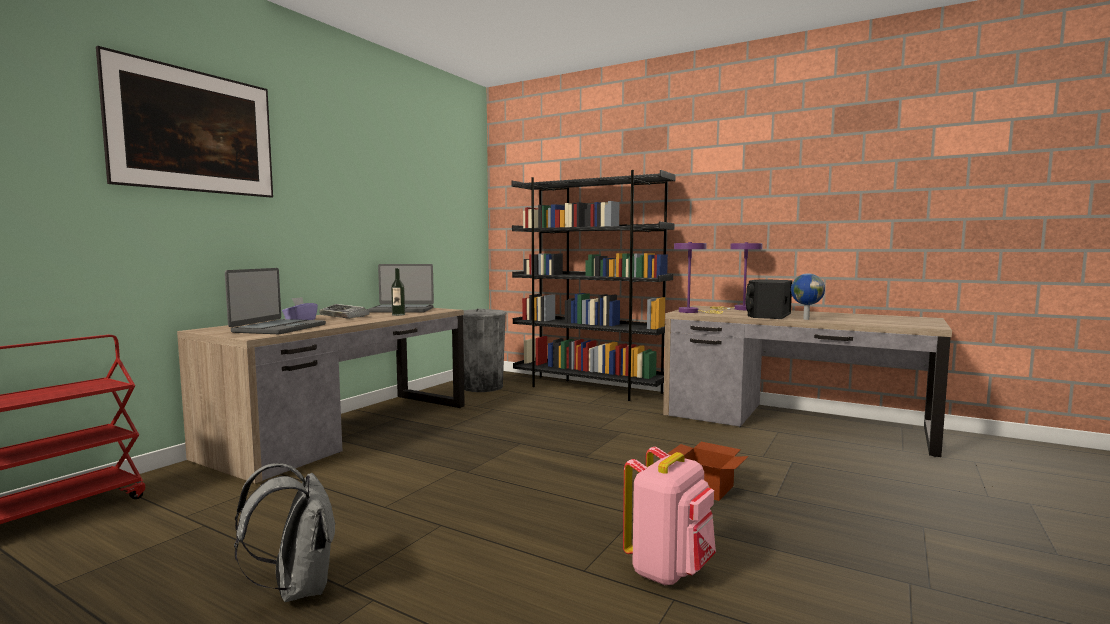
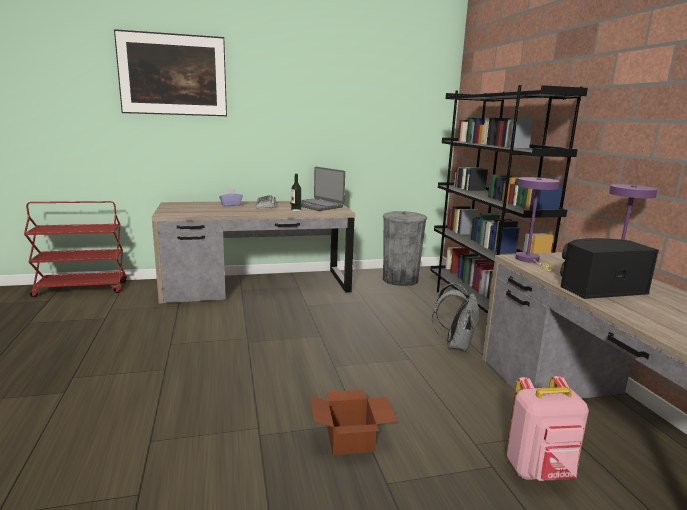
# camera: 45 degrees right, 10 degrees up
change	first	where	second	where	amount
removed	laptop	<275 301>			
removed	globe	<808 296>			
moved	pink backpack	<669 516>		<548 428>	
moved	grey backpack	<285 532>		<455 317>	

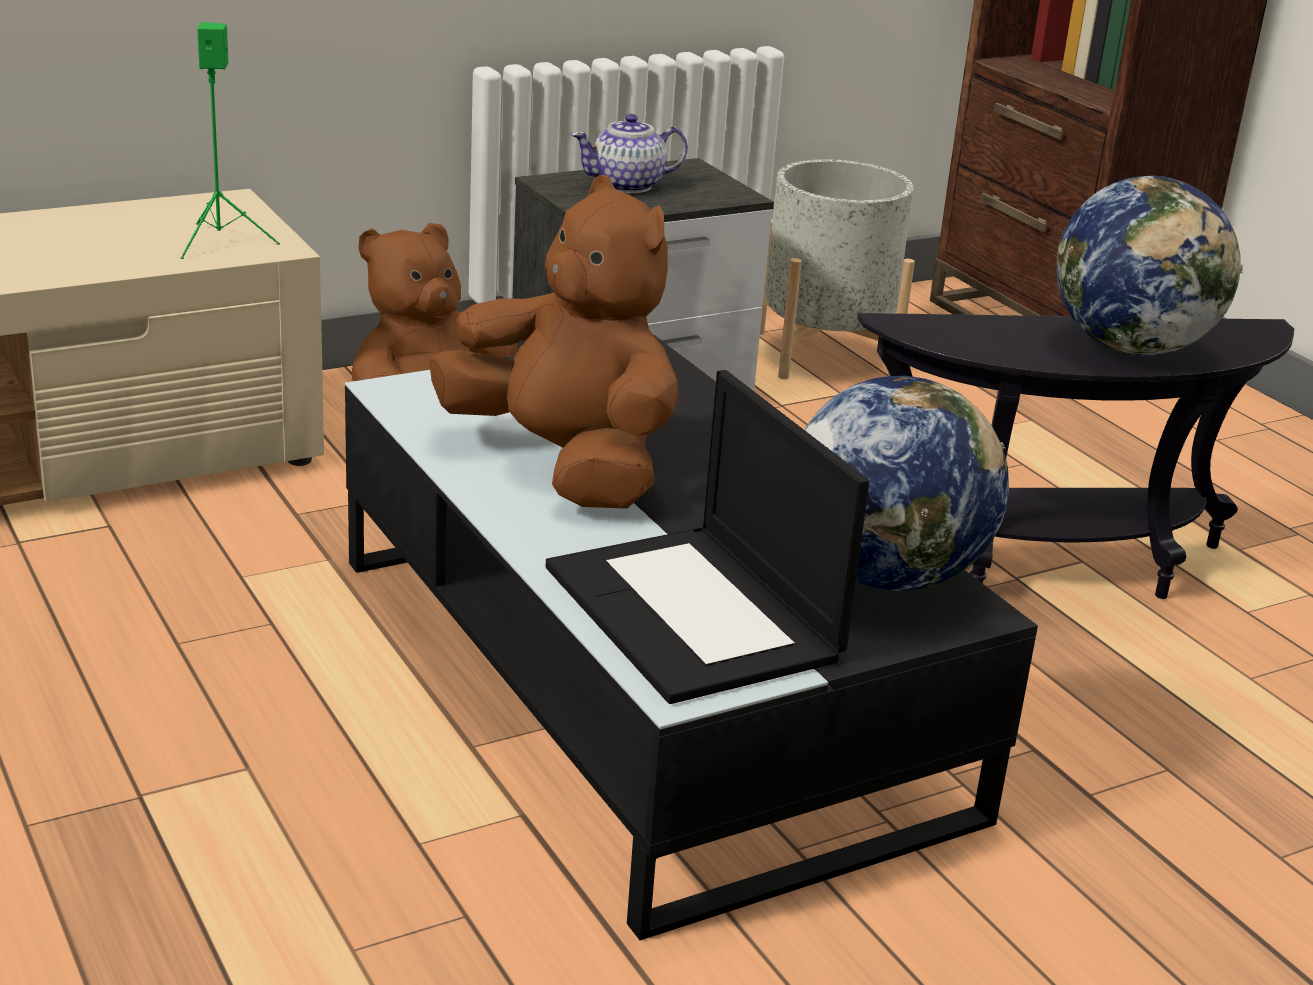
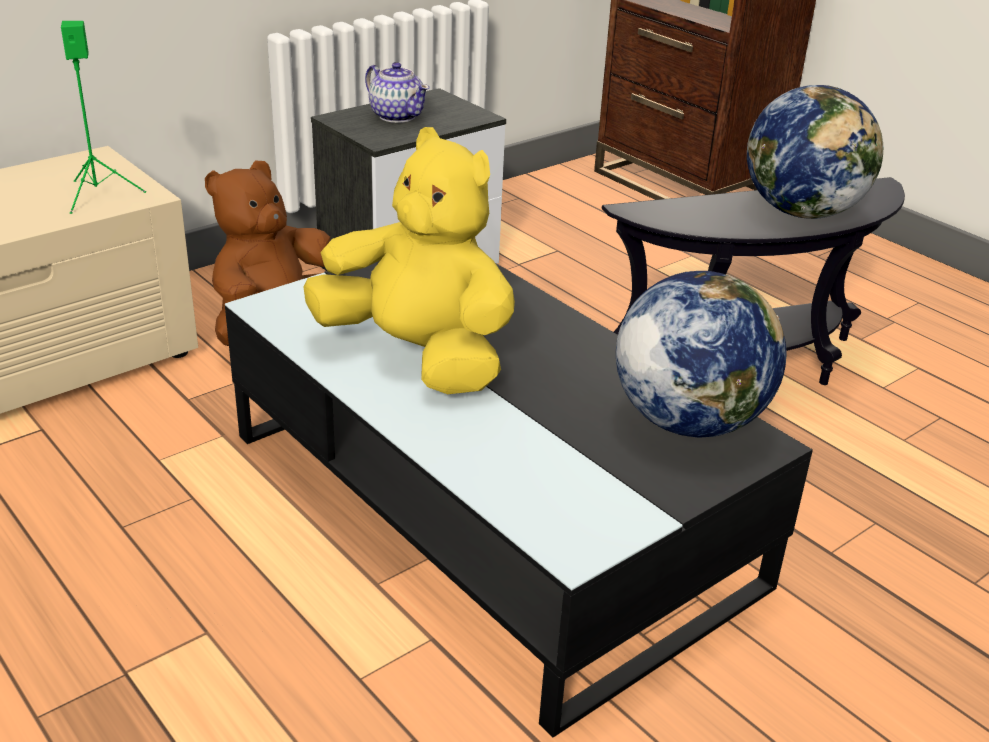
# camera: 10 degrees left, 5 degrees up
change	first	where	second	where	amount
turned	teapot	<629 153>		<397 92>	105 degrees counterclockwise
removed	grey planter	<837 269>			
recoloured	brown plush toy	<554 342>	yellow plush toy	<409 260>	
removed	laptop	<707 537>			

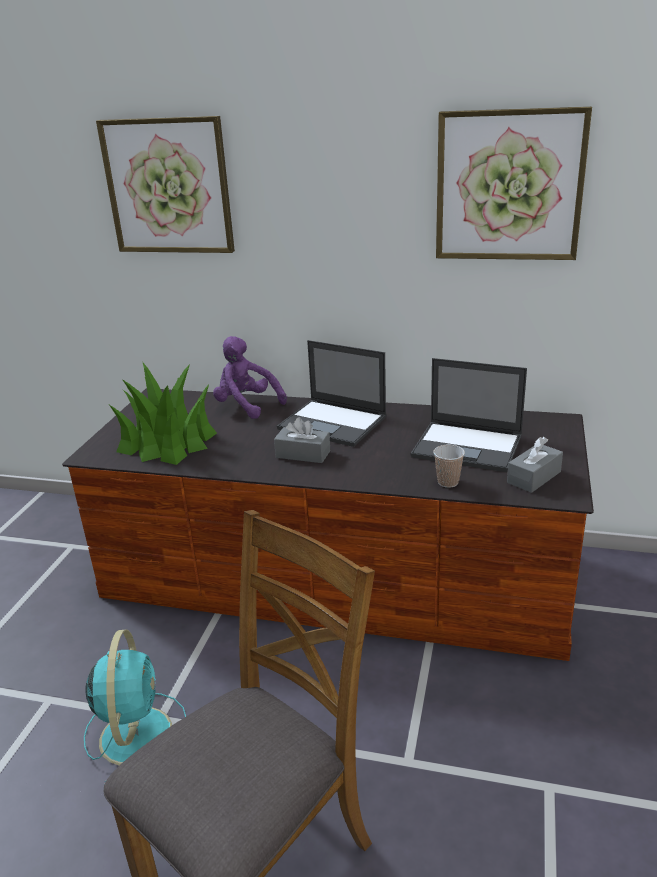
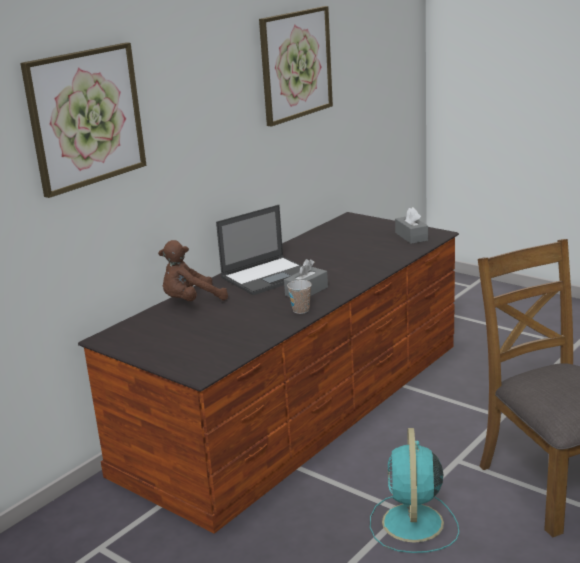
# camera: 65 degrees left, 5 degrees down
change	first	where	second	where	amount
recoloured	purple plush toy	<250 377>	brown plush toy	<193 270>	
removed	laptop	<469 415>			
removed	potted plant	<163 414>			
moved	cup	<449 466>		<299 297>	
turned	turquoise fan	<135 706>		<414 490>	105 degrees counterclockwise

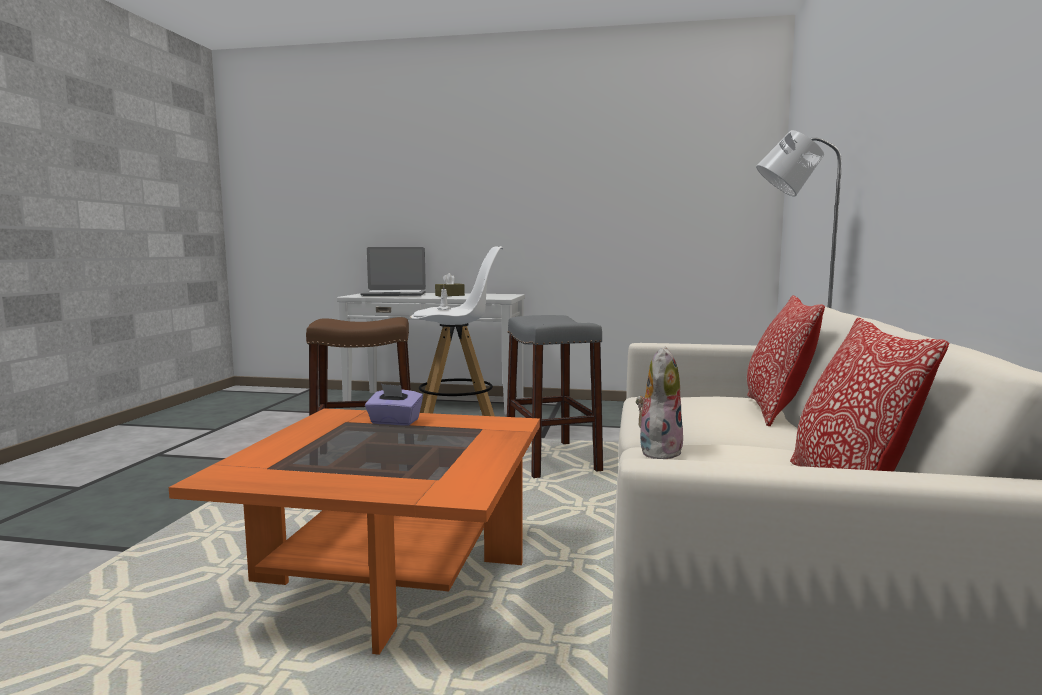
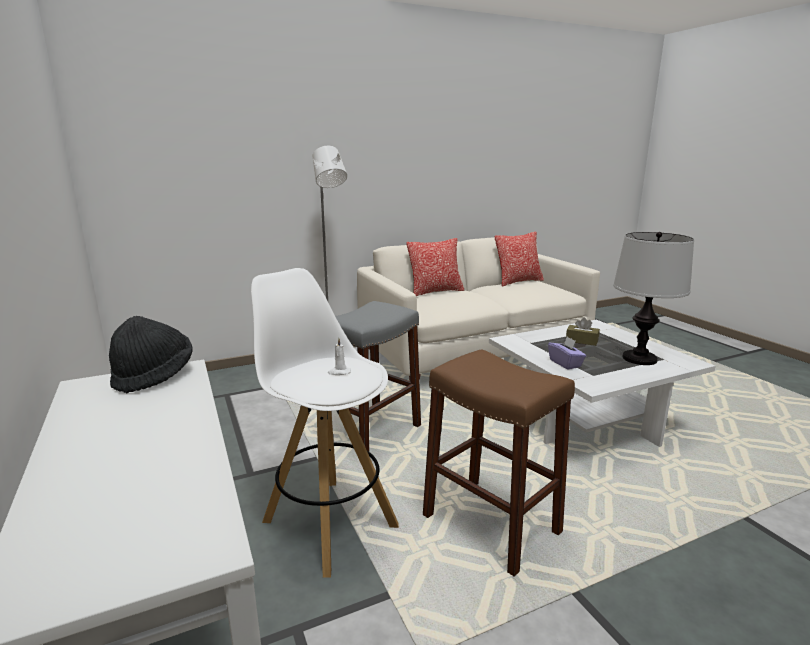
# camera: 125 degrees left, 10 degrees up
change	first	where	second	where	amount
removed	laptop	<393 271>			
moved	brown tissue box	<450 285>		<583 331>	
removed	plush toy	<659 403>			
recoloured	orange coffee table	<354 531>	white coffee table	<602 383>	
added			table lamp	<653 298>	
added			black hat	<151 354>	

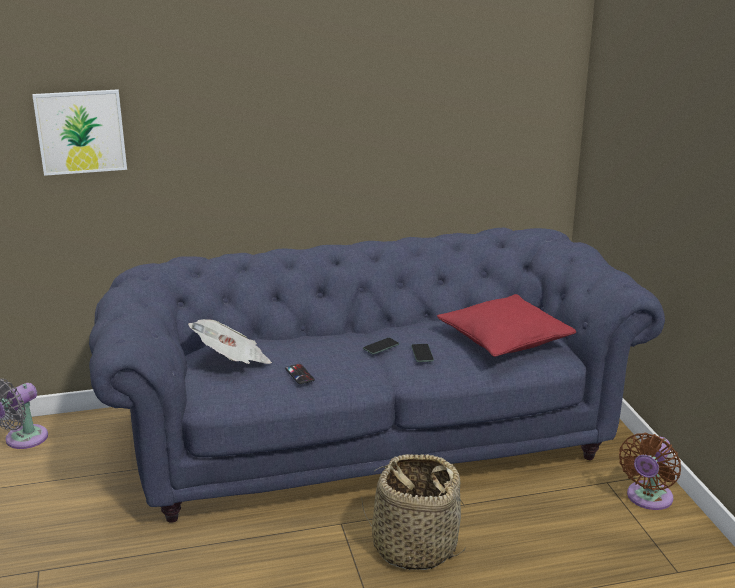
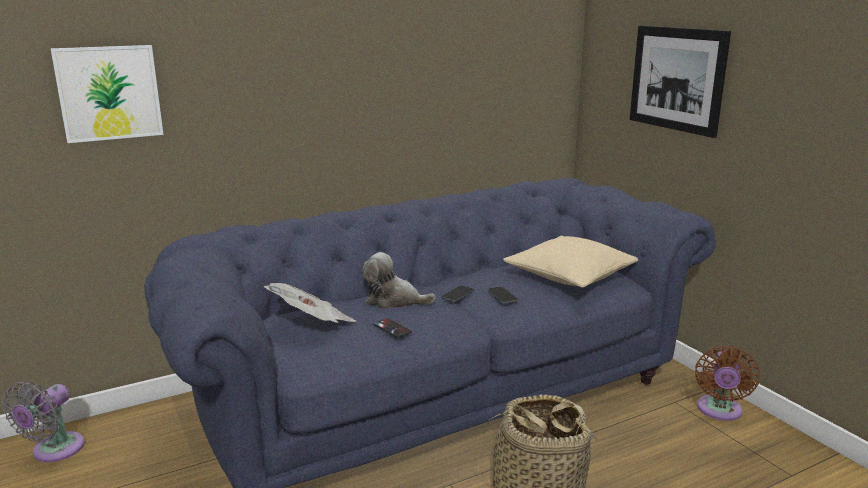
# camera: 15 degrees left, 5 degrees down
change	first	where	second	where	amount
recoloured	red pillow	<506 325>	beige pillow	<570 262>	
added			picture	<680 82>	
added			plush toy	<399 280>	

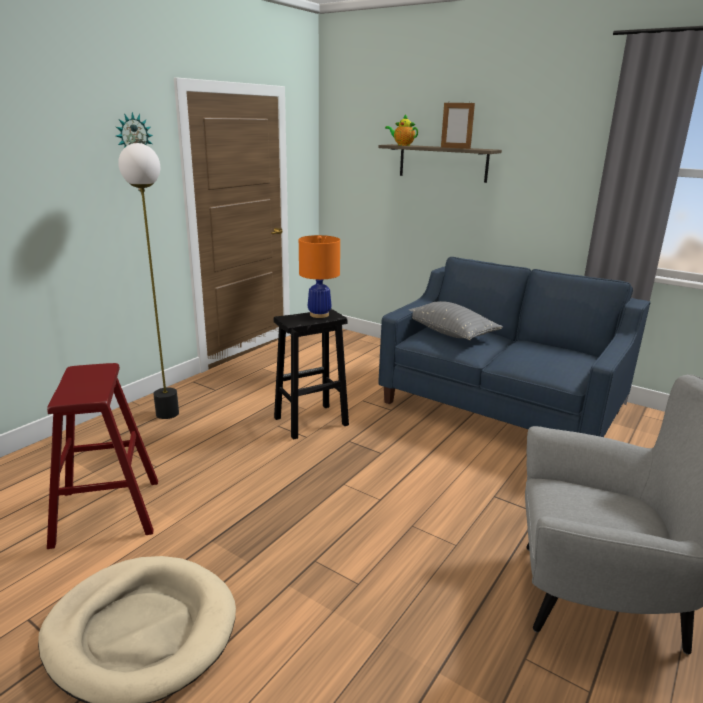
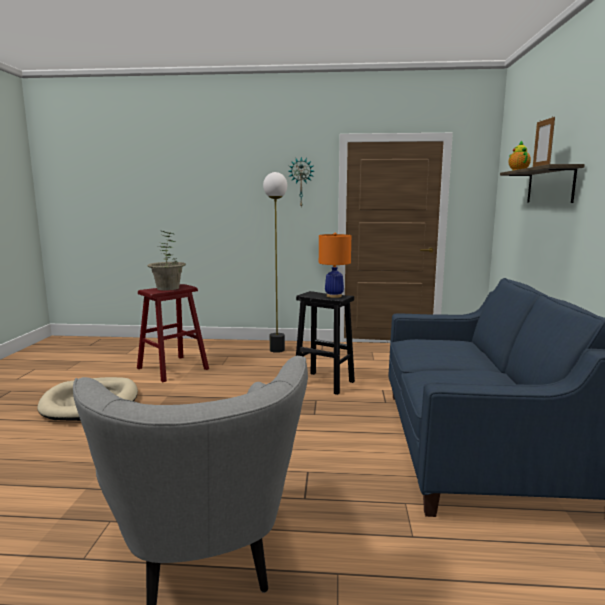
# camera: 60 degrees right, 10 degrees down
change	first	where	second	where	amount
removed	grey pillow	<456 320>			
added			potted plant	<166 261>	

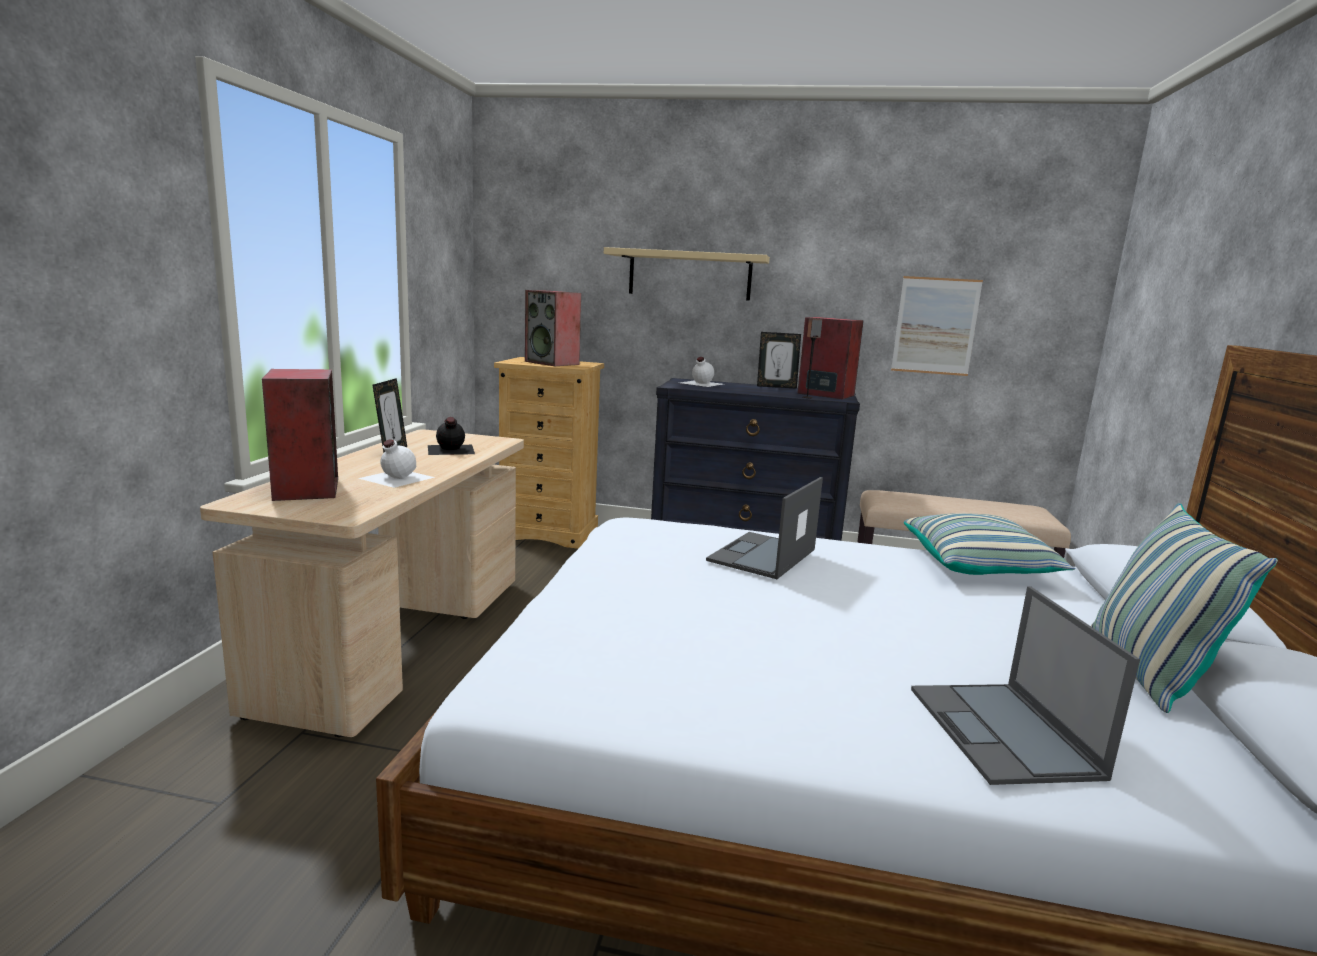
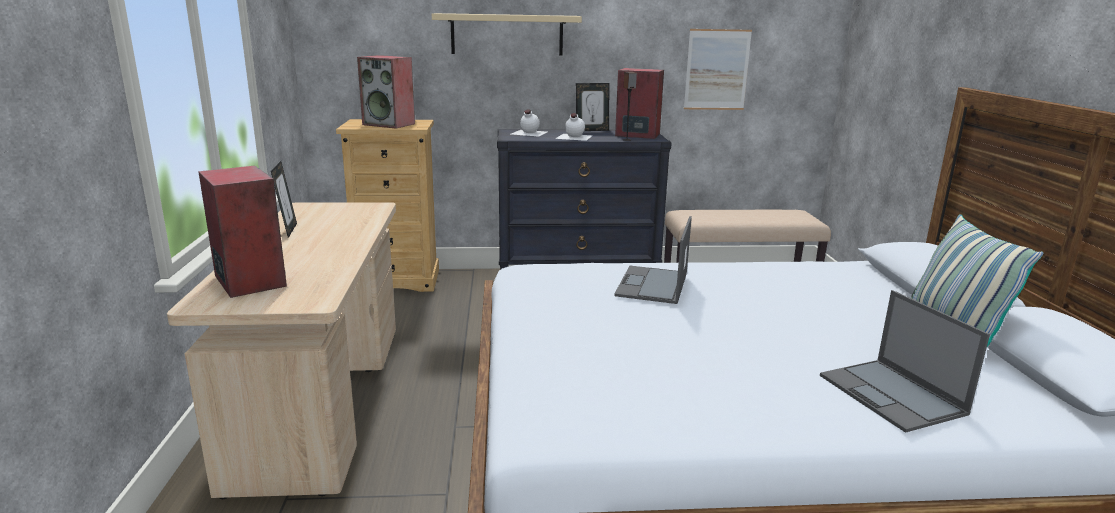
# camera: 15 degrees left, 5 degrees up
change	first	where	second	where	amount
removed	black bottle	<451 436>			
moved	white bottle	<396 463>		<574 127>	
removed	pillow	<990 544>			

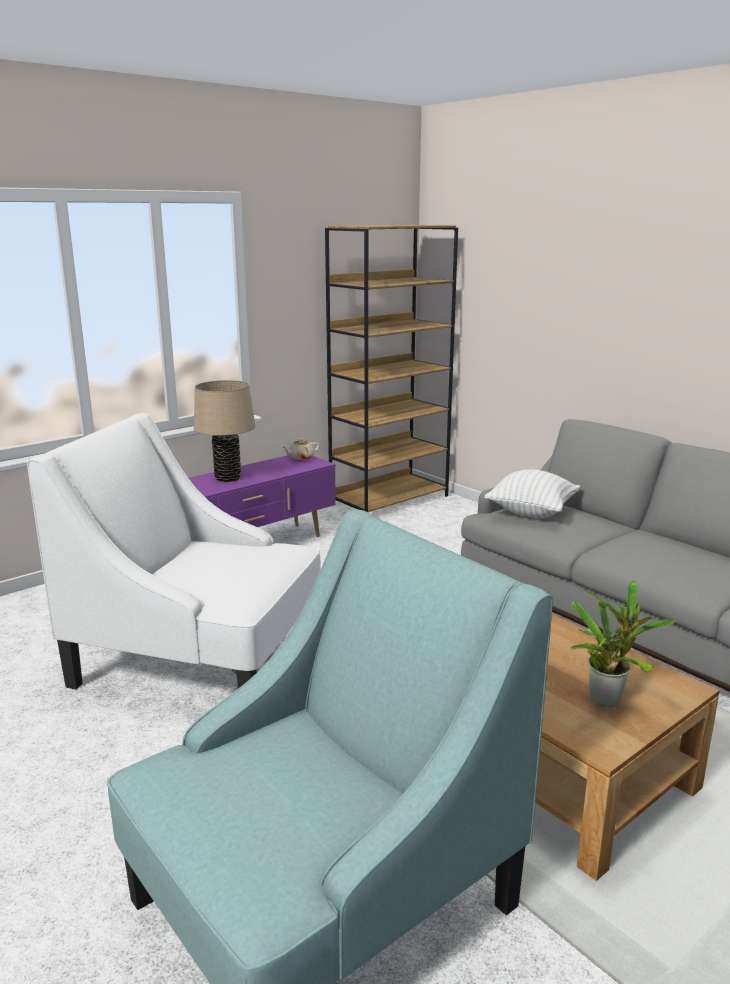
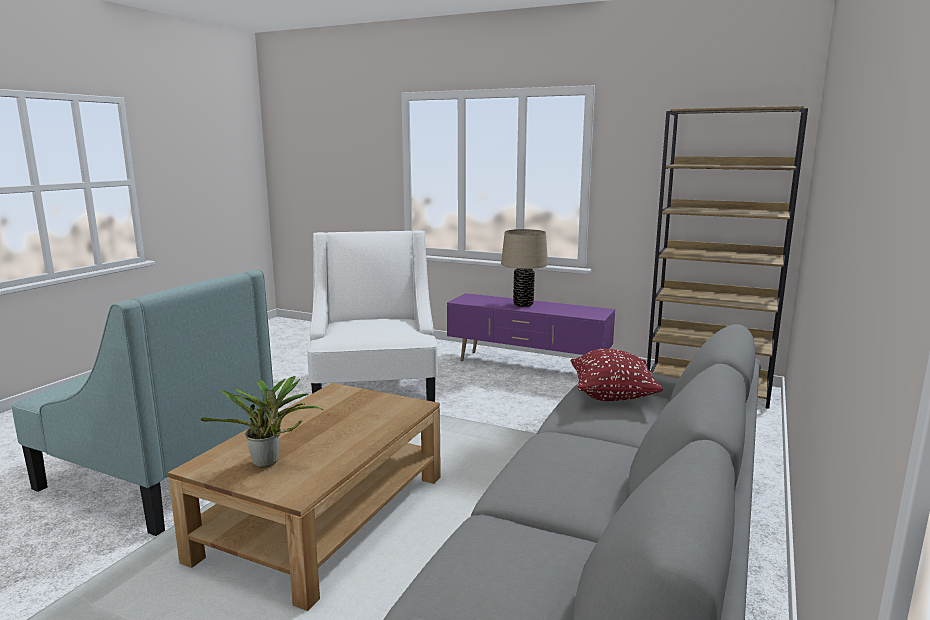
# camera: 65 degrees right, 5 degrees down
change	first	where	second	where	amount
removed	beige teapot	<300 449>			
recoloured	white pillow	<532 494>	red pillow	<617 375>	

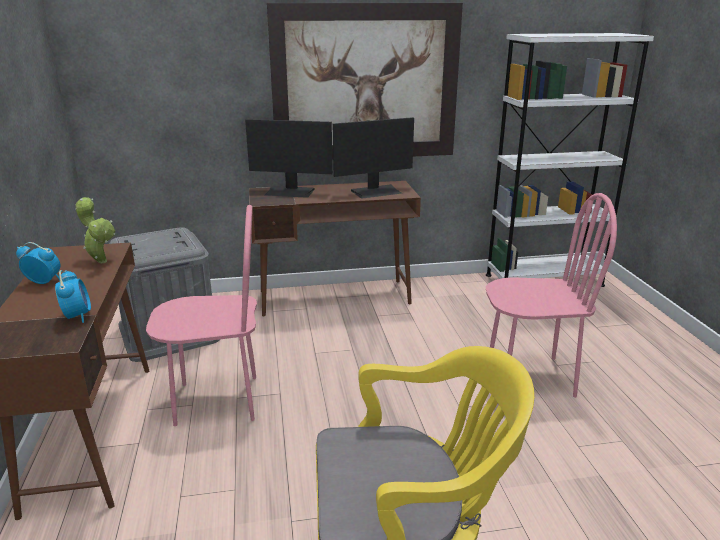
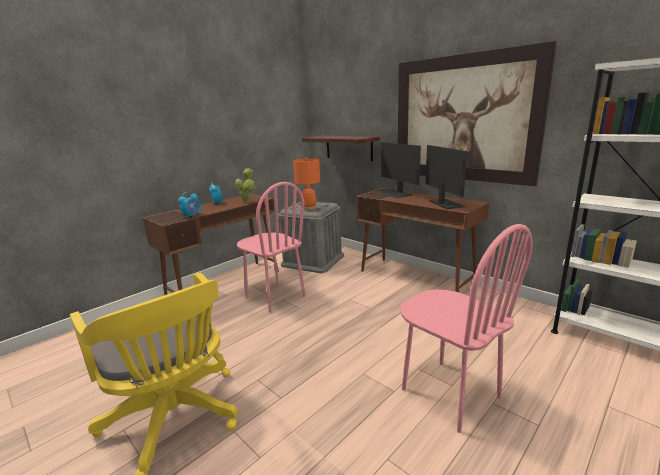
# camera: 55 degrees right, 5 degrees down
change	first	where	second	where	amount
turned	monitor	<373 158>		<446 177>	135 degrees counterclockwise
added			shelf	<341 148>	
added			orange table lamp	<306 184>	

